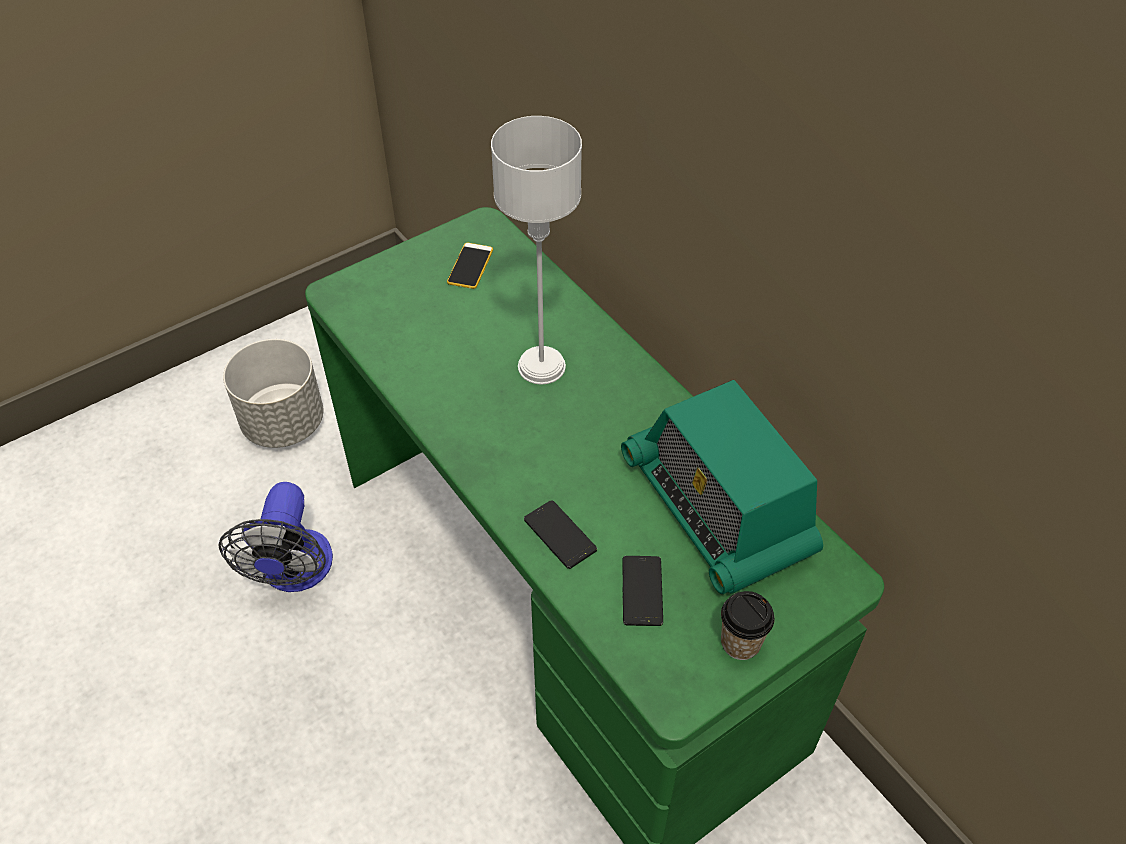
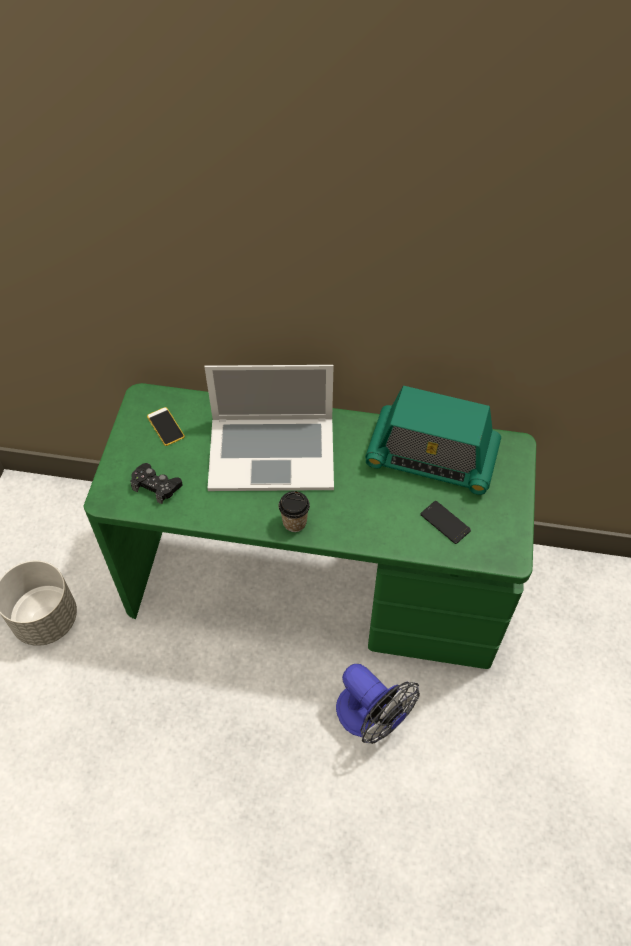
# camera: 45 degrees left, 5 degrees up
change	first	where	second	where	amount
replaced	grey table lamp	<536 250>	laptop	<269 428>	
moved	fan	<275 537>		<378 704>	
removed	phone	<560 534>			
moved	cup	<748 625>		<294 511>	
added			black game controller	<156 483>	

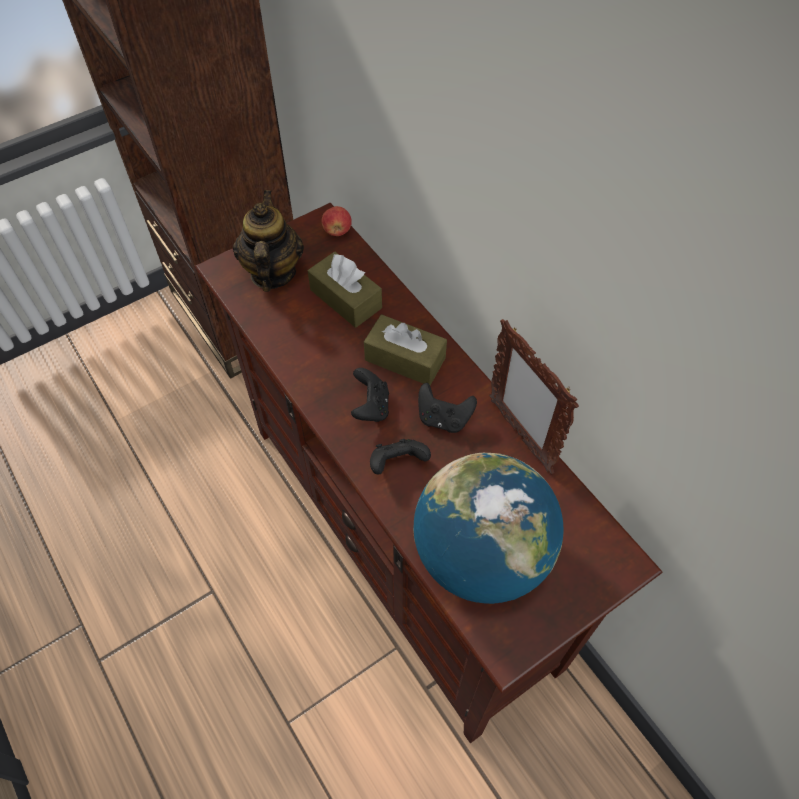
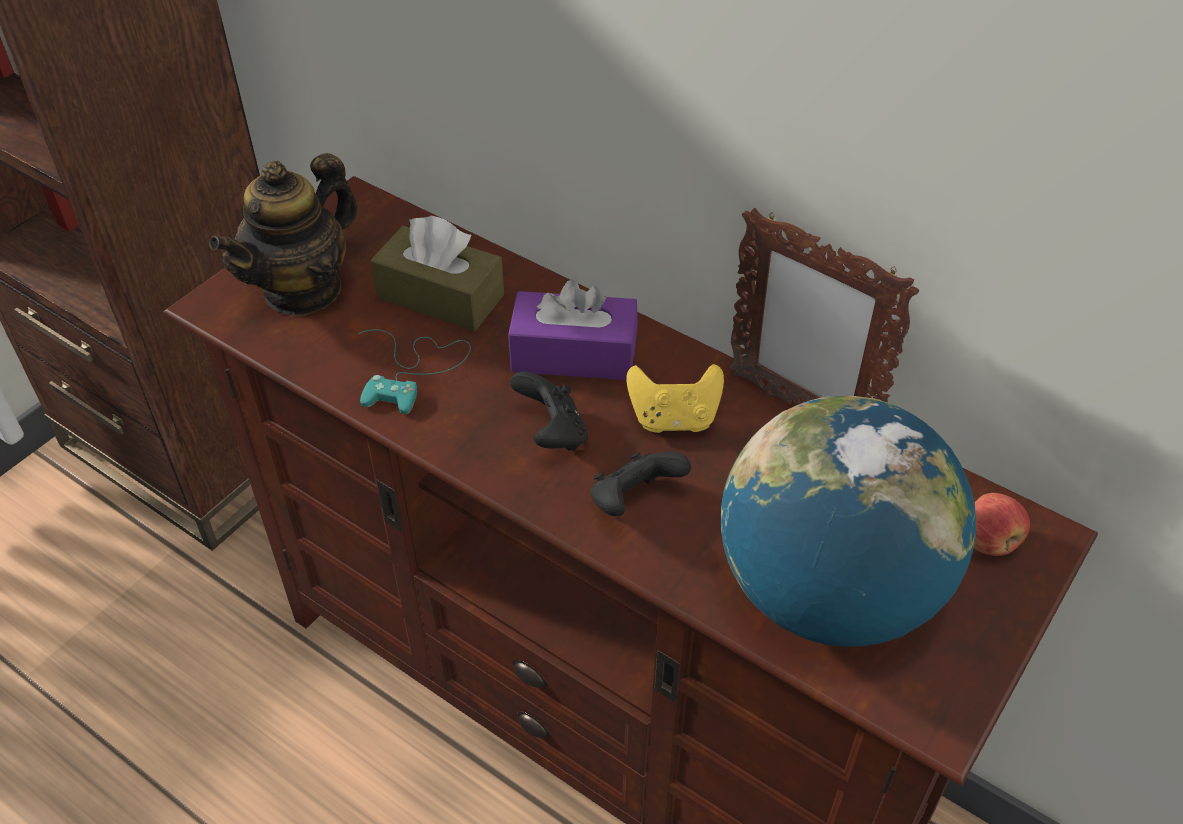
# camera: 20 degrees left, 10 degrees down
change	first	where	second	where	amount
turned	teapot	<268 241>		<283 235>	120 degrees counterclockwise
moved	apple	<337 221>		<1002 524>	
recoloured	brown tissue box	<405 350>	purple tissue box	<573 330>	
recoloured	black game controller	<447 408>	yellow game controller	<675 398>	
added			turquoise game controller	<415 371>	

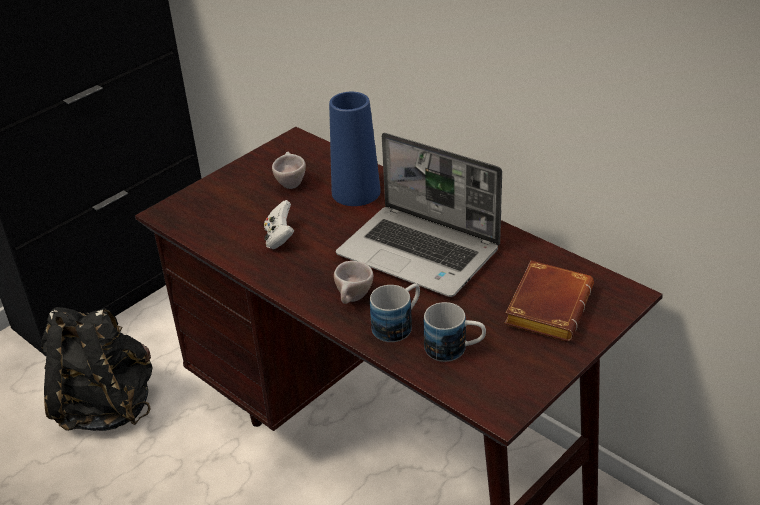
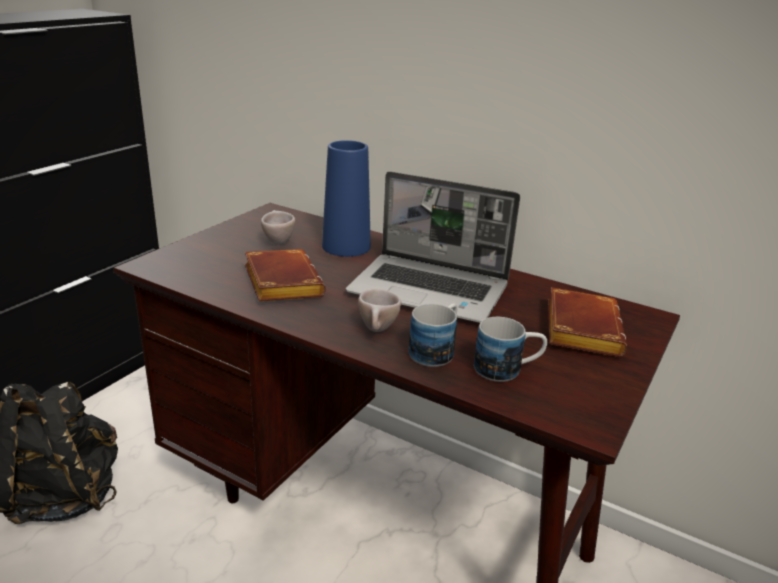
# camera: 15 degrees left, 10 degrees down
change	first	where	second	where	amount
replaced	white game controller	<279 224>	brown book	<285 275>	

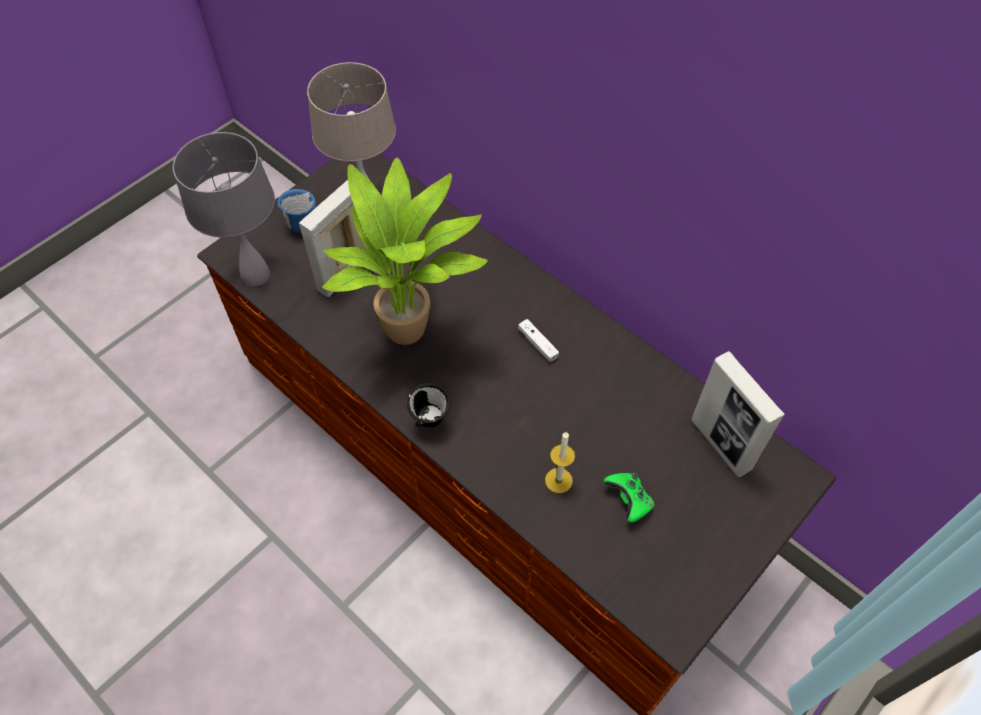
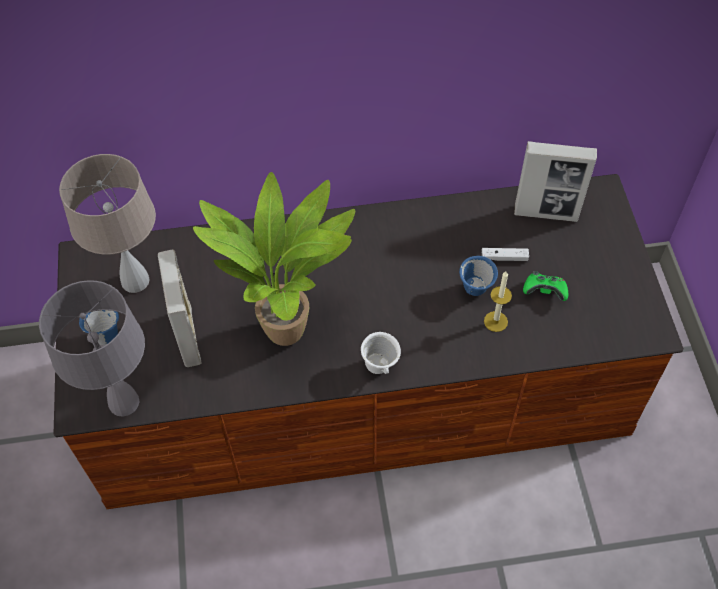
# camera: 50 degrees left, 0 degrees up
change	first	where	second	where	amount
moved	white game controller	<538 340>		<505 254>	
recoloured	black mug	<429 405>	white mug	<381 353>	
added			blue mug	<478 276>	

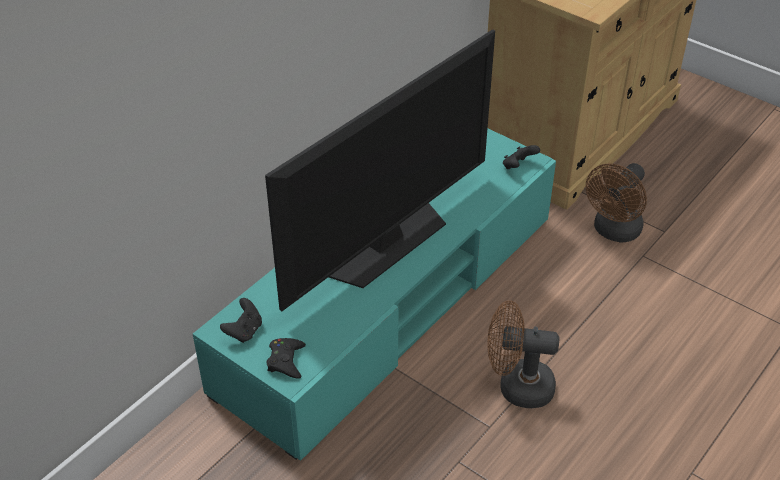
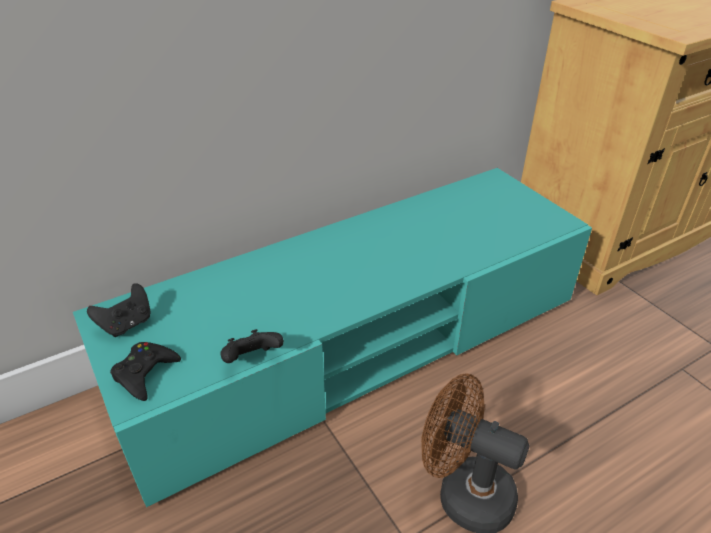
# camera: 20 degrees right, 5 degrees down
change	first	where	second	where	amount
removed	television	<380 170>			
moved	black game controller	<521 157>		<252 346>	
removed	brown fan	<616 203>			

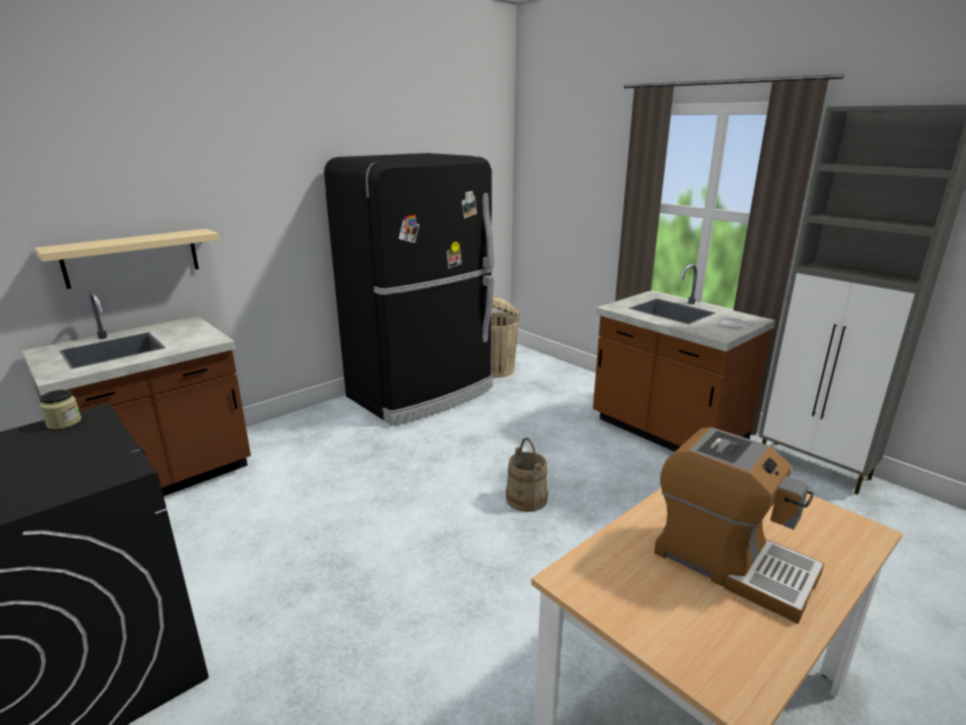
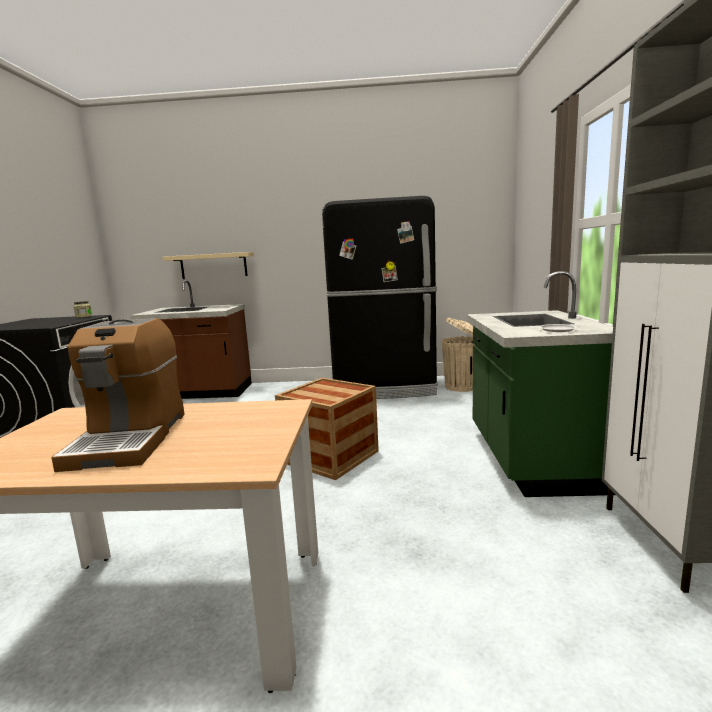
# camera: 45 degrees right, 10 degrees down
change	first	where	second	where	amount
recoloured	brown counter	<684 358>	green counter	<541 384>	
replaced	beige bucket	<527 475>	crate	<327 429>	

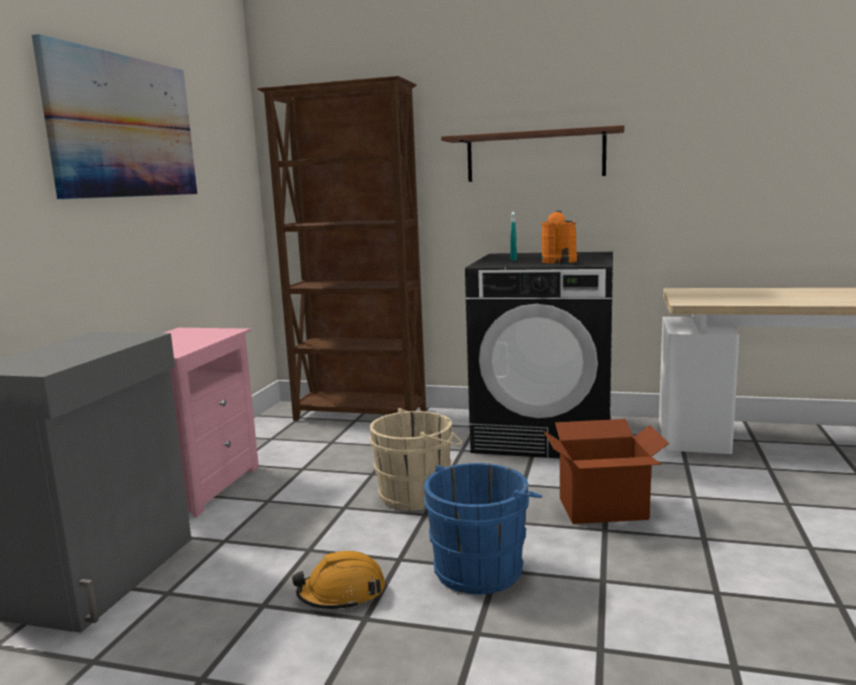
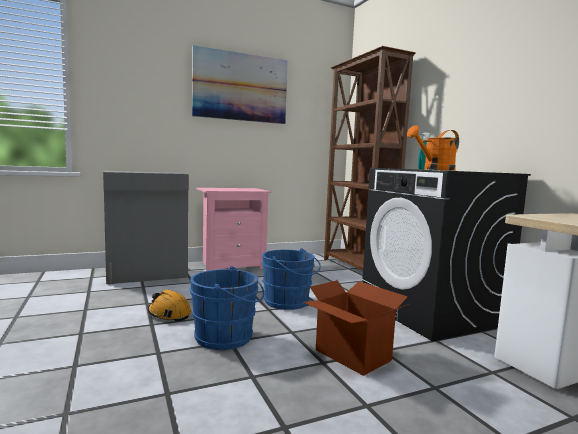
# camera: 50 degrees right, 5 degrees down
change	first	where	second	where	amount
removed	shelf	<532 153>			
recoloured	beige bucket	<416 459>	blue bucket	<291 279>	

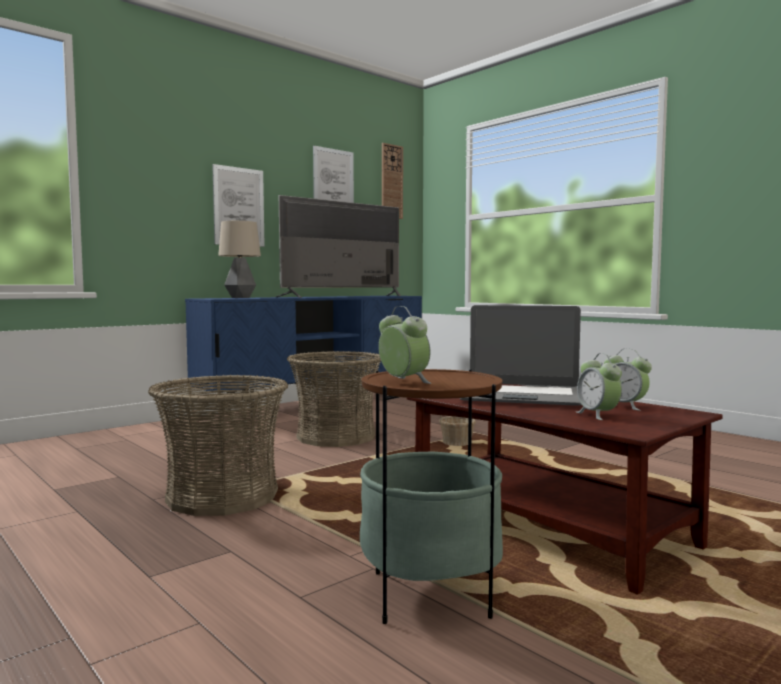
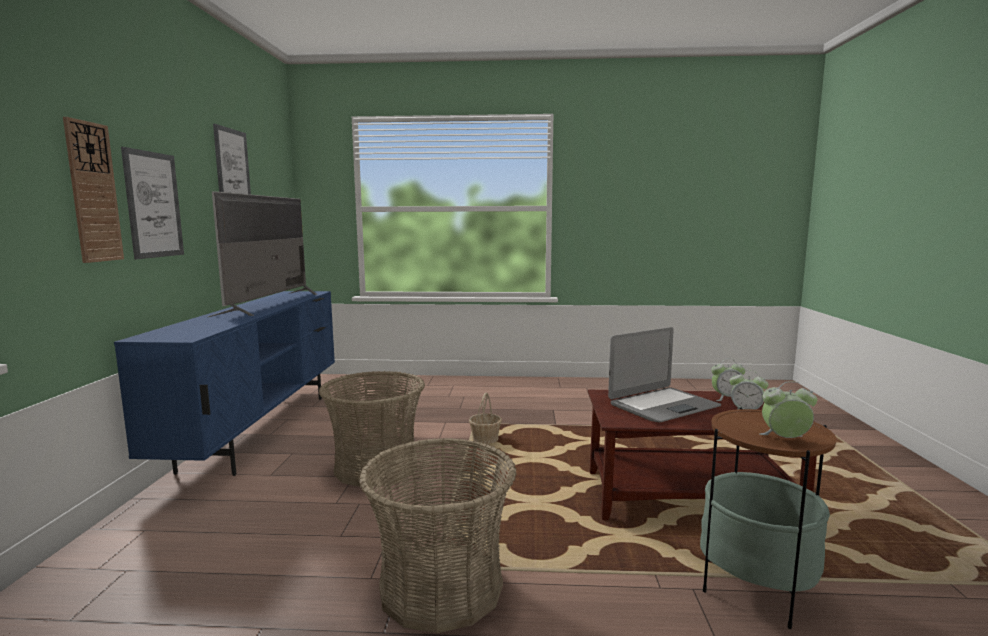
# camera: 45 degrees left, 5 degrees up
change	first	where	second	where	amount
moved	wall clock	<392 181>		<93 190>	
removed	table lamp	<239 259>			

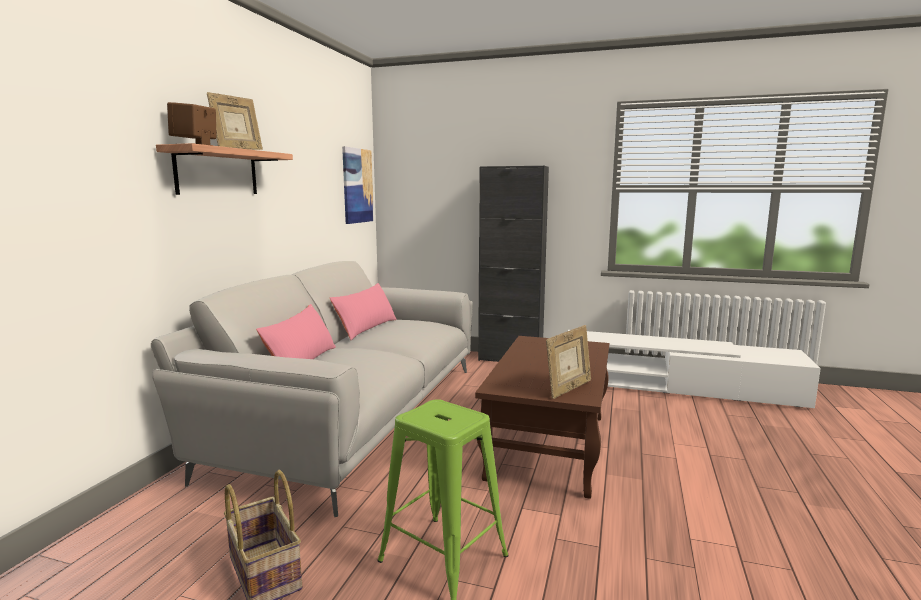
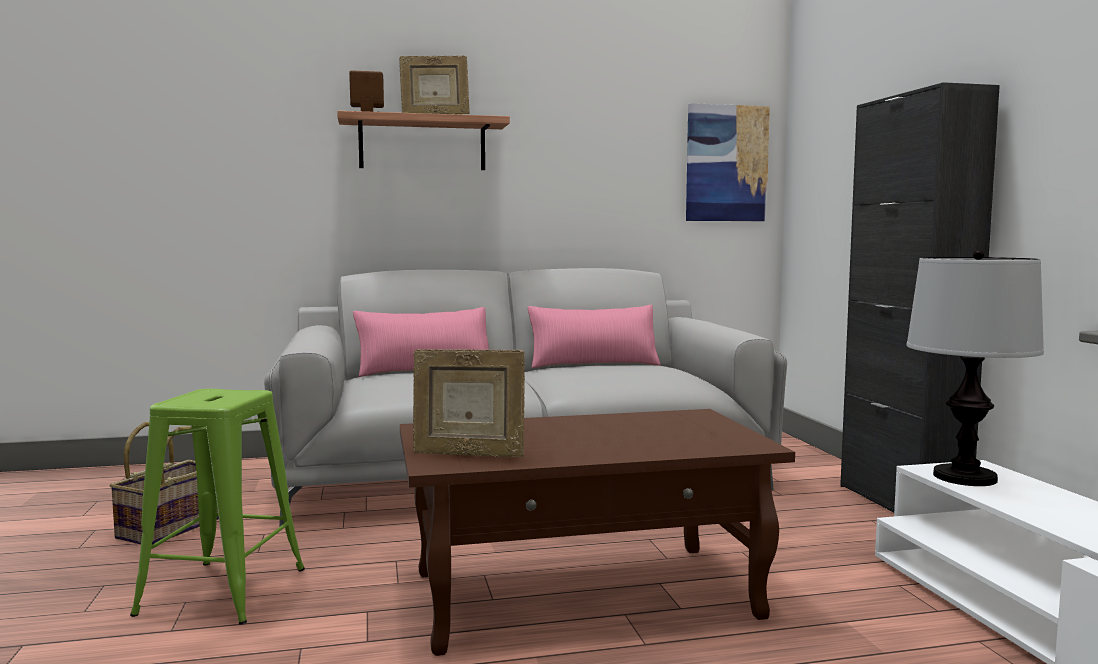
# camera: 60 degrees right, 5 degrees down
change	first	where	second	where	amount
added			table lamp	<975 368>	

